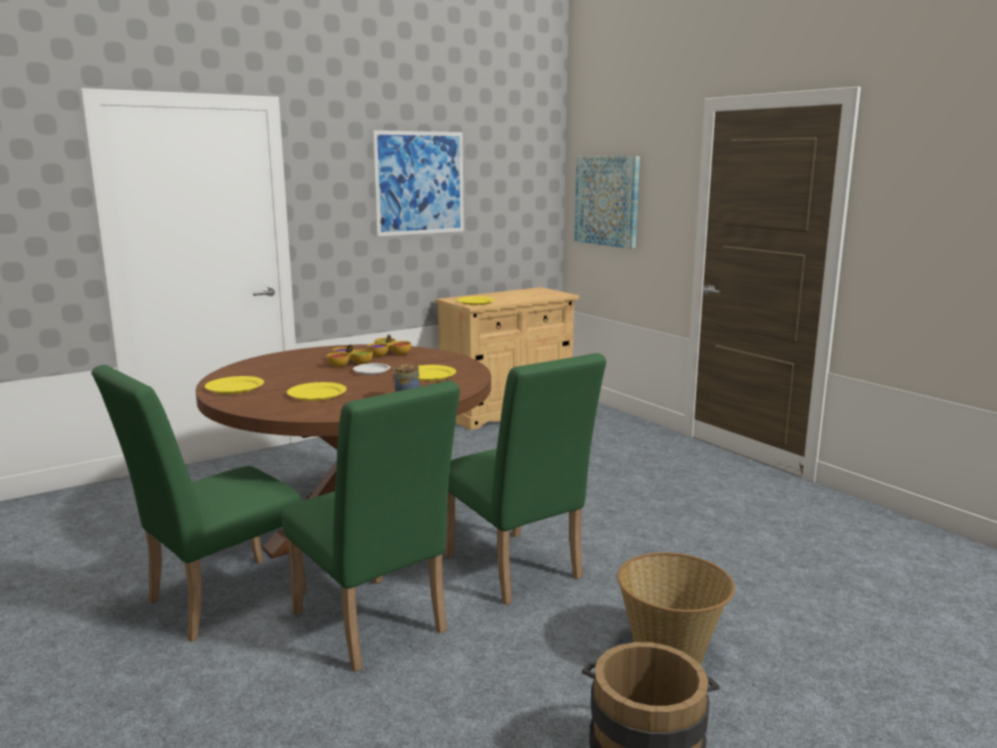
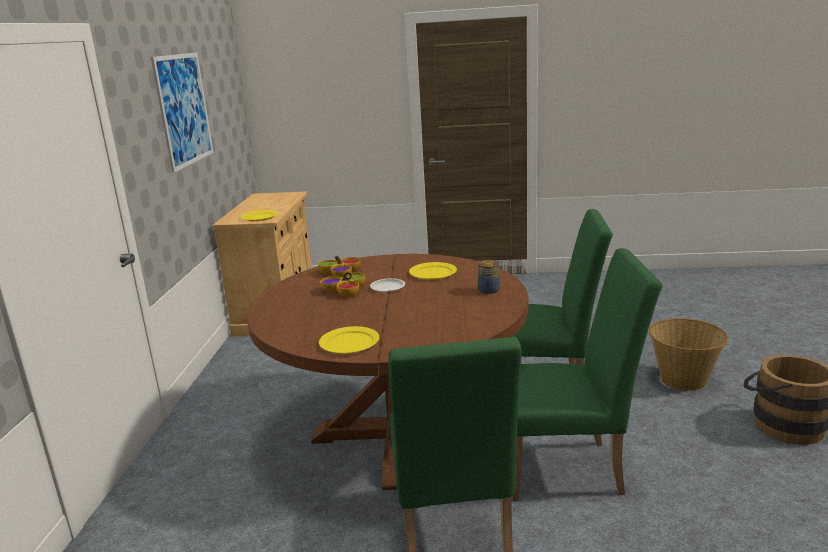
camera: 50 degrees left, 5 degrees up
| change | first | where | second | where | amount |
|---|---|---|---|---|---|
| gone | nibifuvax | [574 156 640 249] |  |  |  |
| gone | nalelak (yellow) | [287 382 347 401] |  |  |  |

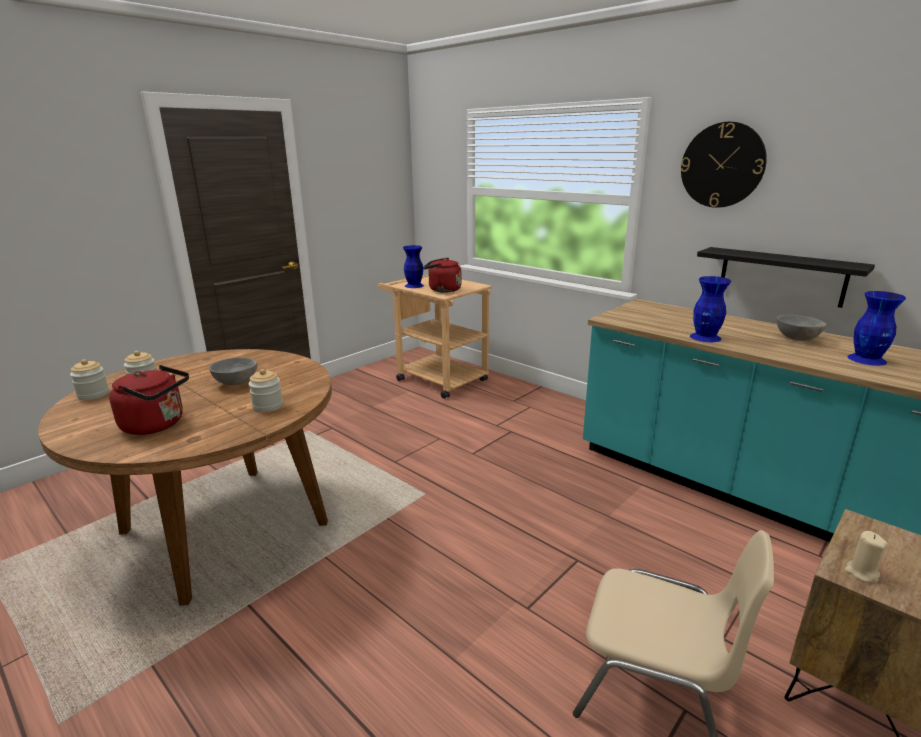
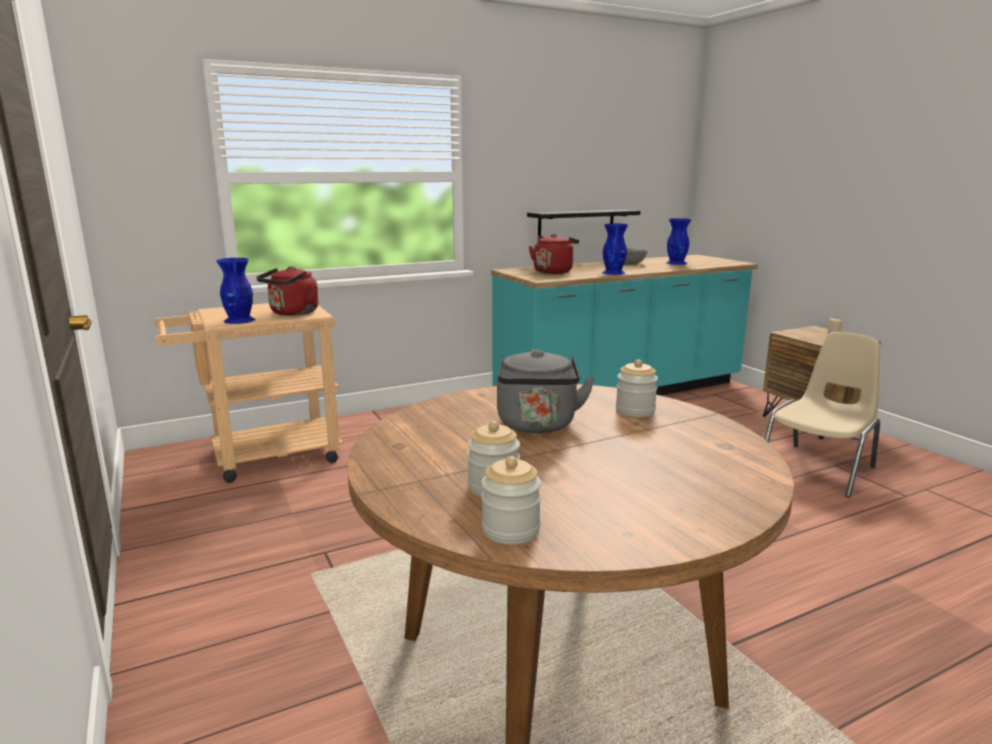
camera: 70 degrees left, 5 degrees down
| change | first | where | second | where | amount |
|---|---|---|---|---|---|
| gone | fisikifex | [681 122 767 208] |  |  |  |
| swapped | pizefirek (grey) | [209 357 257 385] | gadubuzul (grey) | [497 349 595 433] |  |
| shifted | gadubuzul (red) | [109 365 189 435] |  | [529 234 579 274] |  |

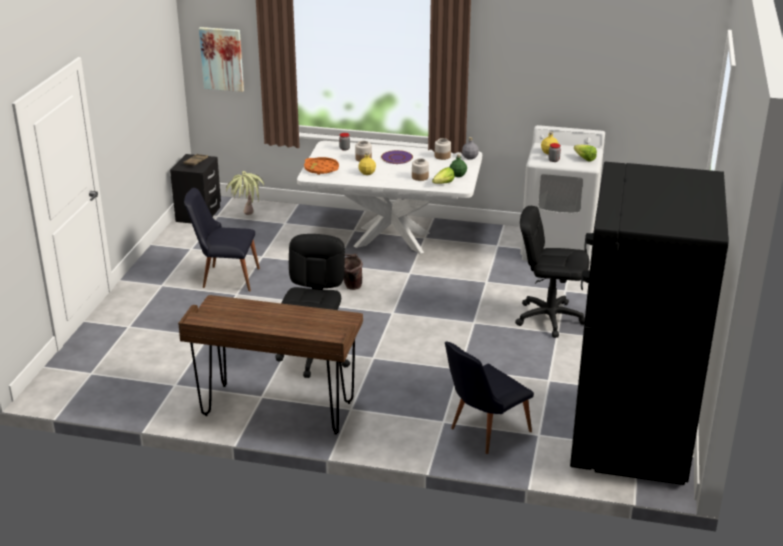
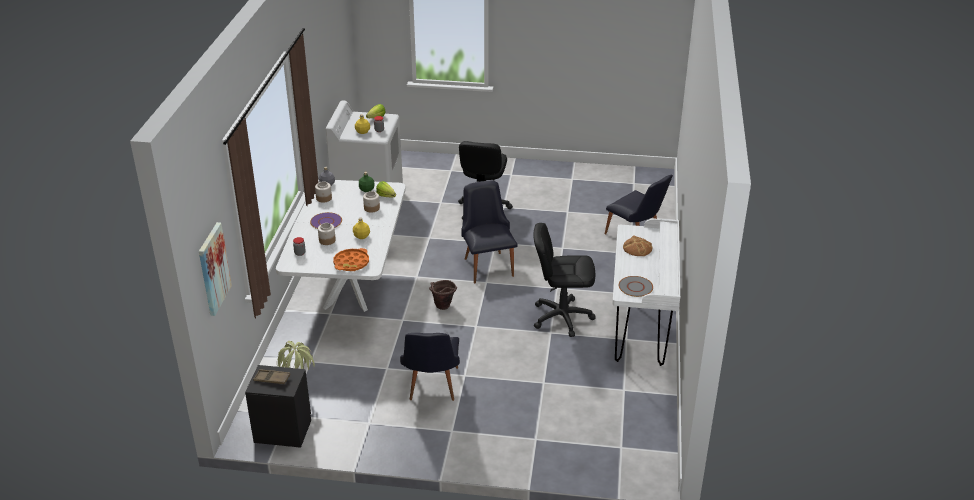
camera: 95 degrees left, 5 degrees up
| change | first | where | second | where | amount |
|---|---|---|---|---|---|
| gone | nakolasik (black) | [570 162 729 485] |  |  |  |
| repainted | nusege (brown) | [178 295 363 435] | nusege (white) | [612 219 680 366] |  |
| new |  |  | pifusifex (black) | [461 181 518 283] |  |
| new |  |  | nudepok | [623 235 653 256] |  |
| new |  |  | nalelak (grey) | [619 276 653 297] |  |

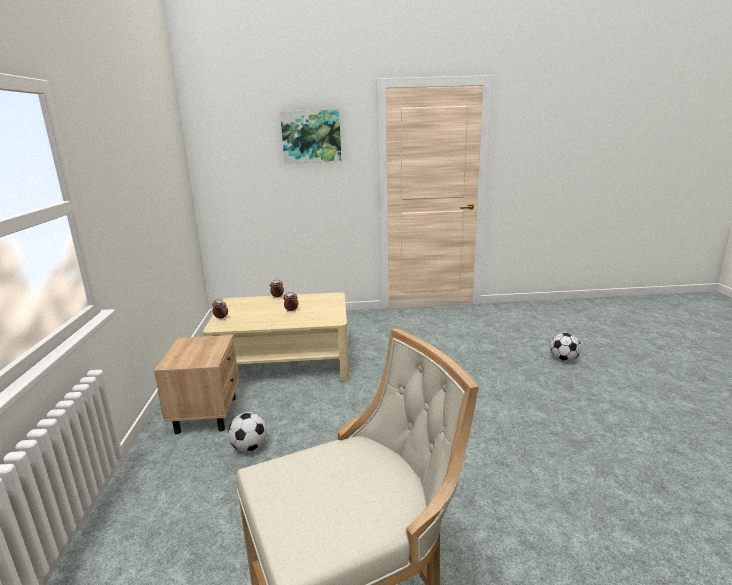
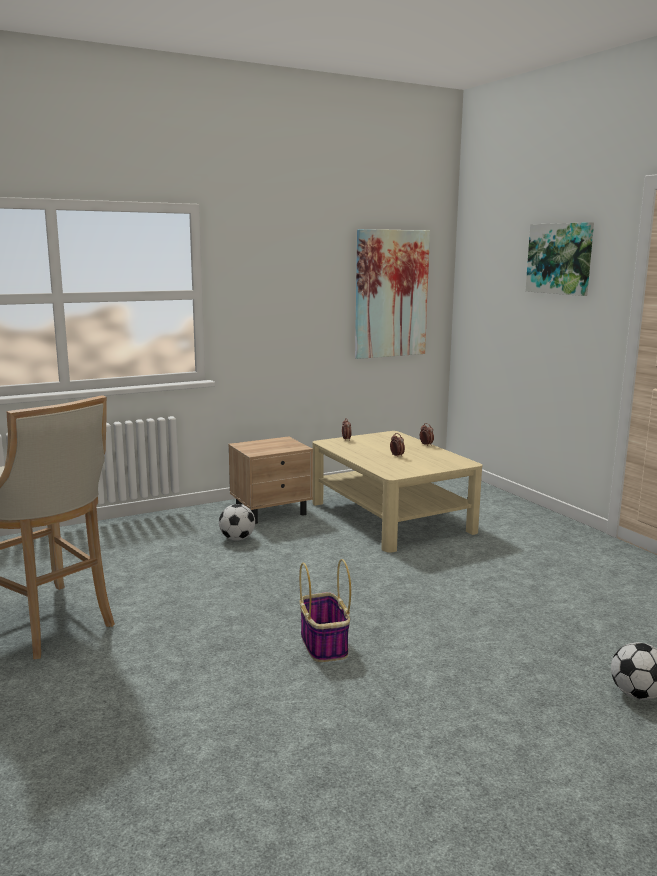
camera: 65 degrees right, 5 degrees down
| change | first | where | second | where | amount |
|---|---|---|---|---|---|
| new |  |  | nibifuvax | [355 229 430 359] |  |
| new |  |  | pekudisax | [299 559 351 662] |  |

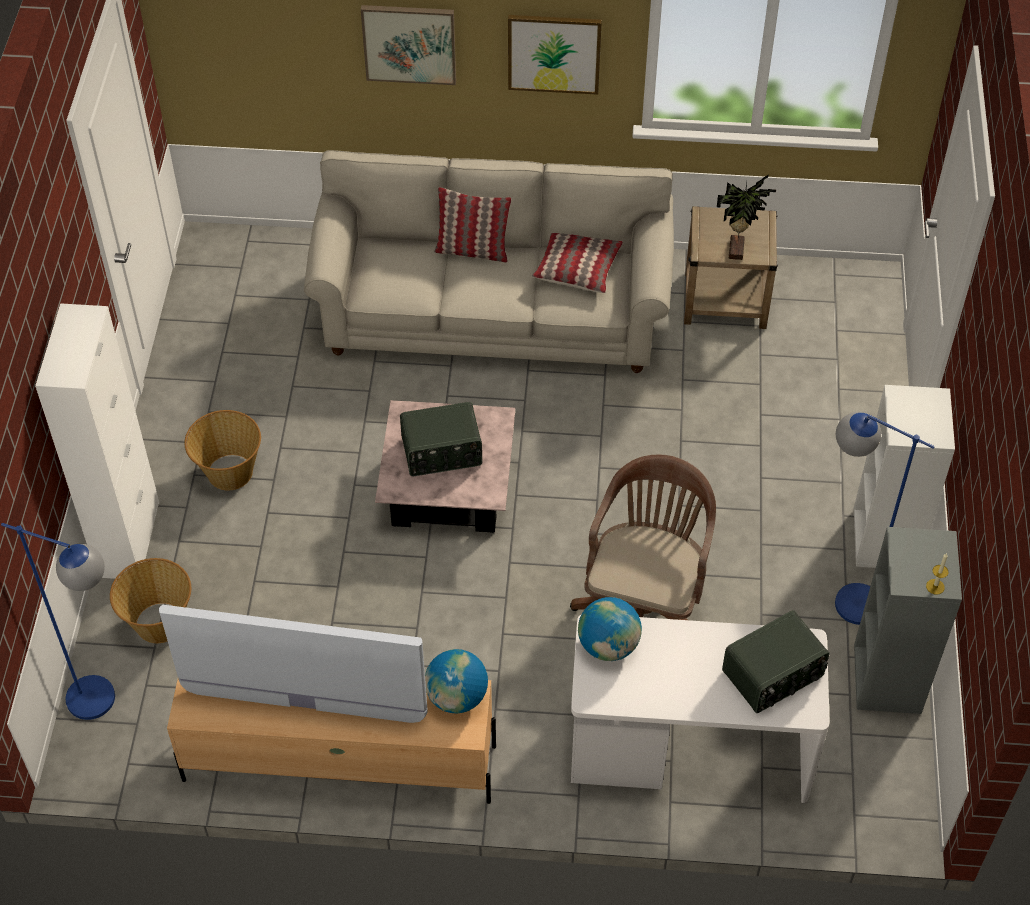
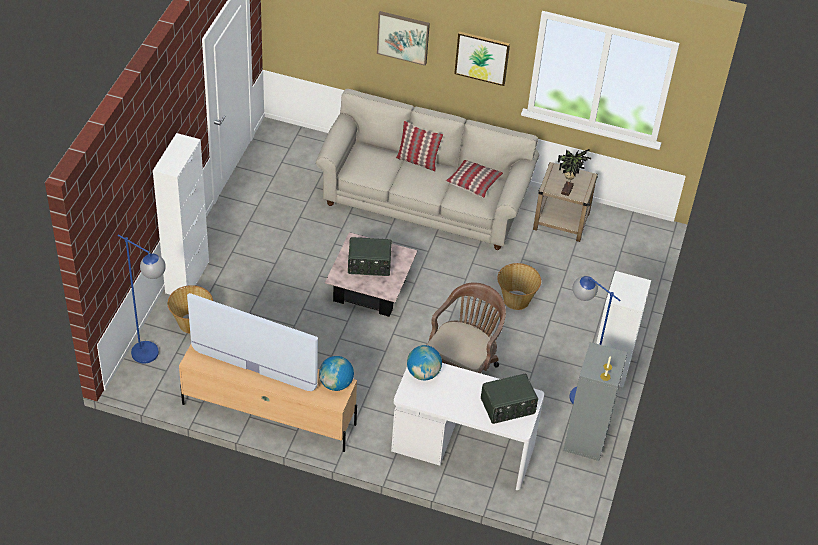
camera: 10 degrees right, 5 degrees down
| change | first | where | second | where | amount |
|---|---|---|---|---|---|
| shifted | pekudisax | [184 410 261 490] |  | [497 263 541 310] |  |

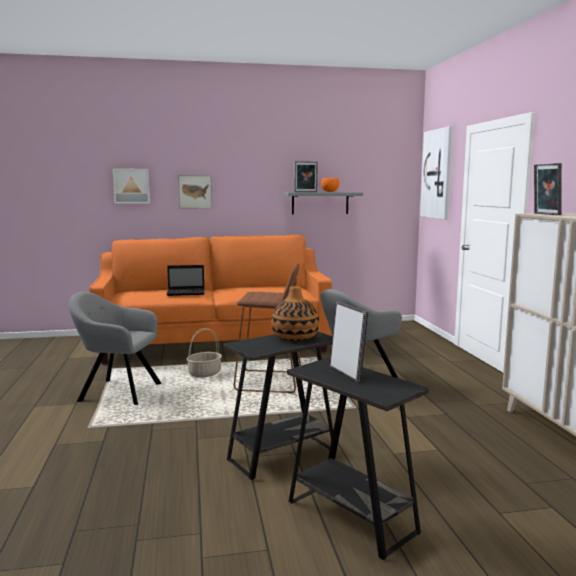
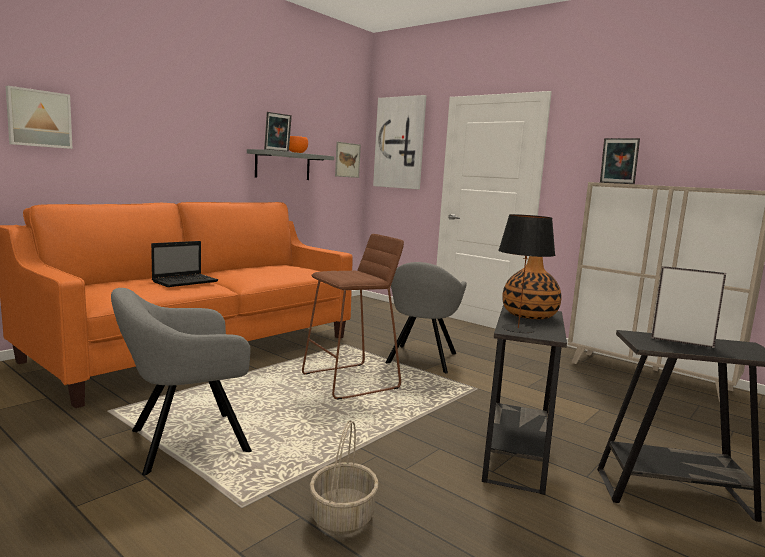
camera: 40 degrees left, 0 degrees up
| change | first | where | second | where | amount |
|---|---|---|---|---|---|
| shifted | nibifuvax | [178 175 212 209] |  | [335 142 361 178] |  |
| shifted | pekudisax | [187 328 222 377] |  | [310 420 379 535] |  |
| new |  |  | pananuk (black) | [498 214 555 333] |  |

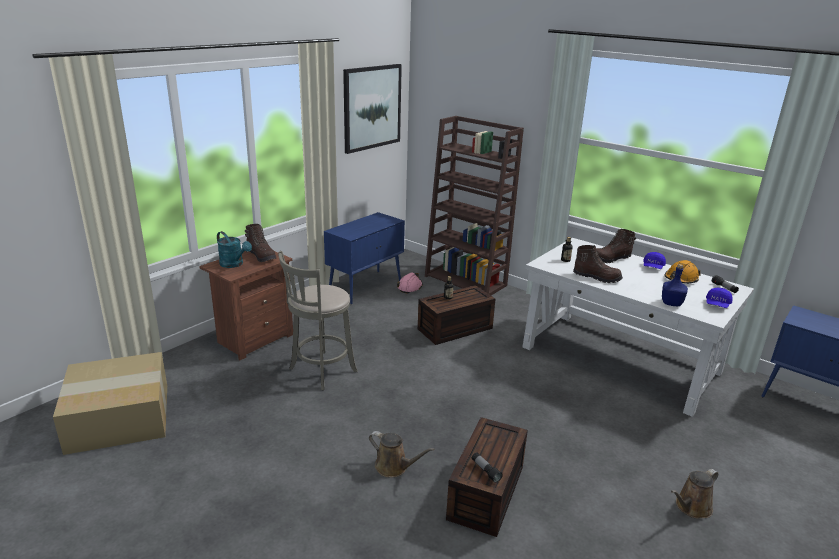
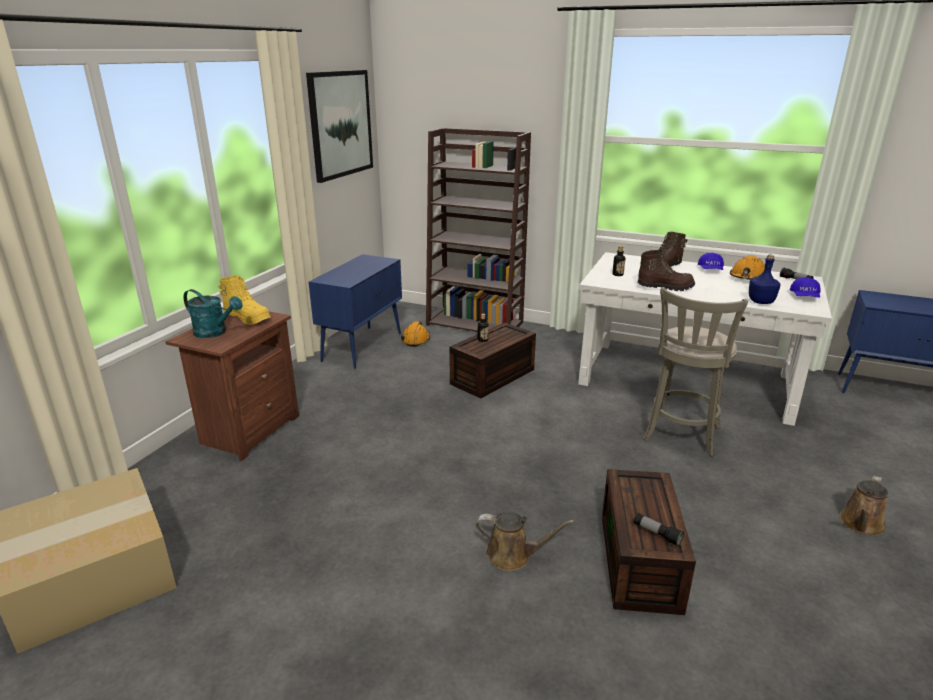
camera: 15 degrees left, 0 degrees up
| change | first | where | second | where | amount |
|---|---|---|---|---|---|
| repainted | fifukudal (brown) | [245 224 276 262] | fifukudal (yellow) | [218 276 271 325] |  |
| shifted | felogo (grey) | [278 251 358 390] |  | [643 287 748 456] |  |
| repainted | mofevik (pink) | [397 272 423 293] | mofevik (orange) | [401 321 430 347] |  |

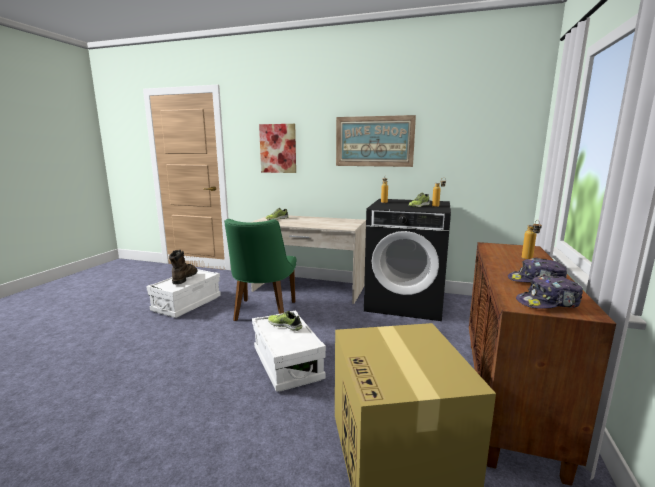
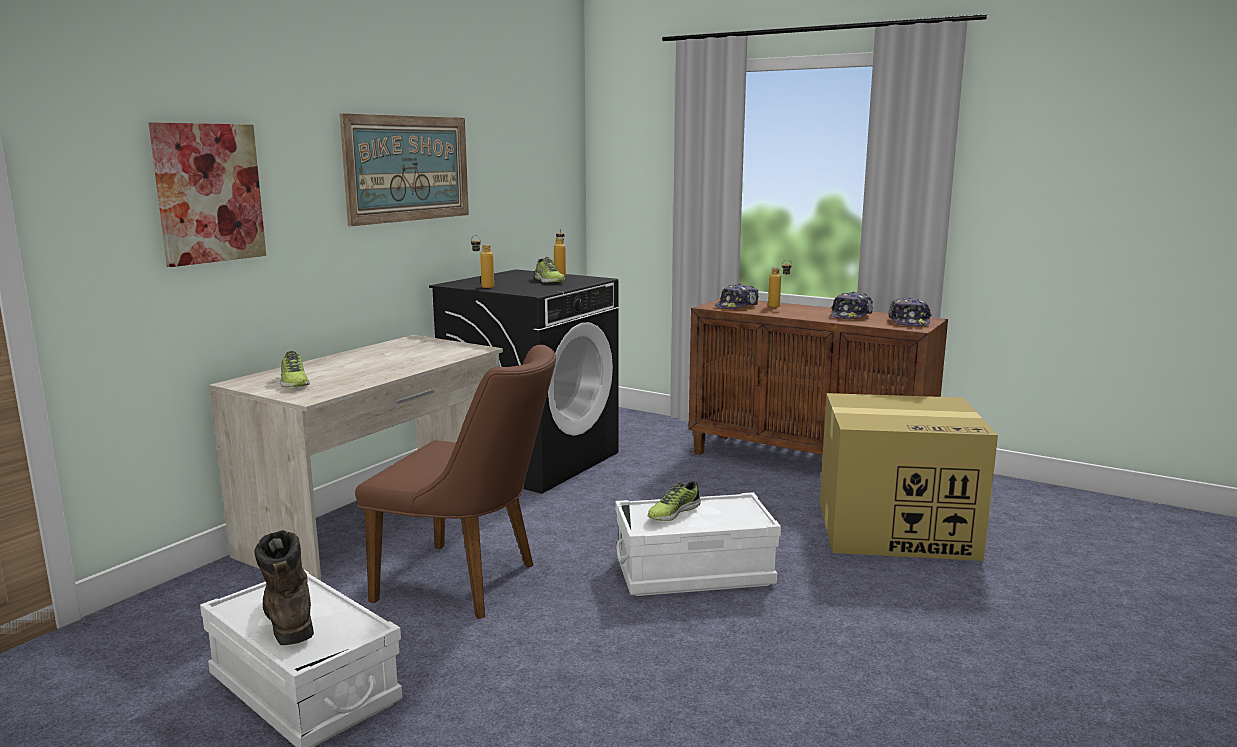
camera: 75 degrees left, 0 degrees up
| change | first | where | second | where | amount |
|---|---|---|---|---|---|
| repainted | pifusifex (green) | [224 219 296 321] | pifusifex (brown) | [355 345 556 619] |  |
| rotated | fifukudal (brown) | [169 250 198 284] |  | [255 530 314 645] | 45 degrees clockwise |
| new |  |  | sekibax | [715 284 759 309] |  |

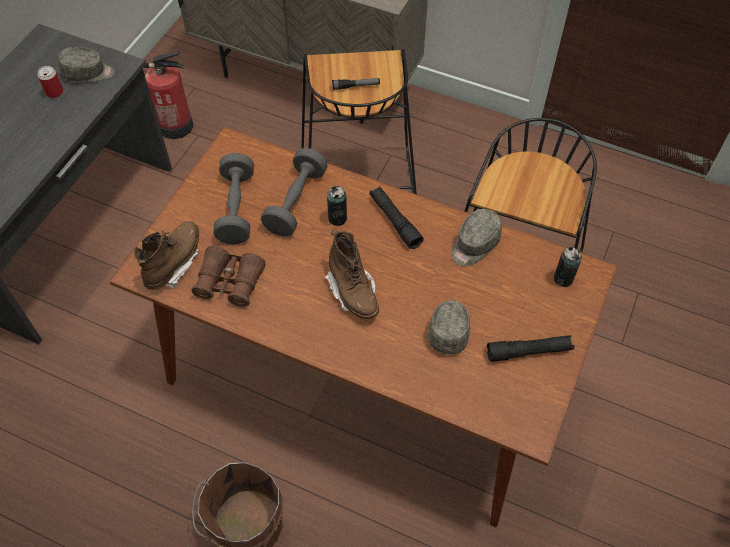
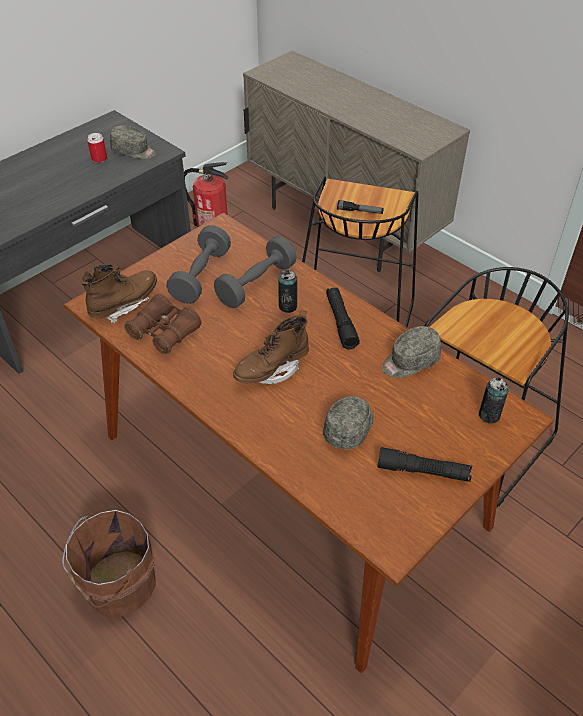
camera: 20 degrees right, 10 degrees down
| change | first | where | second | where | amount |
|---|---|---|---|---|---|
| rotated | fifukudal (brown) | [325 229 379 319] |  | [233 310 309 384] | 60 degrees clockwise |

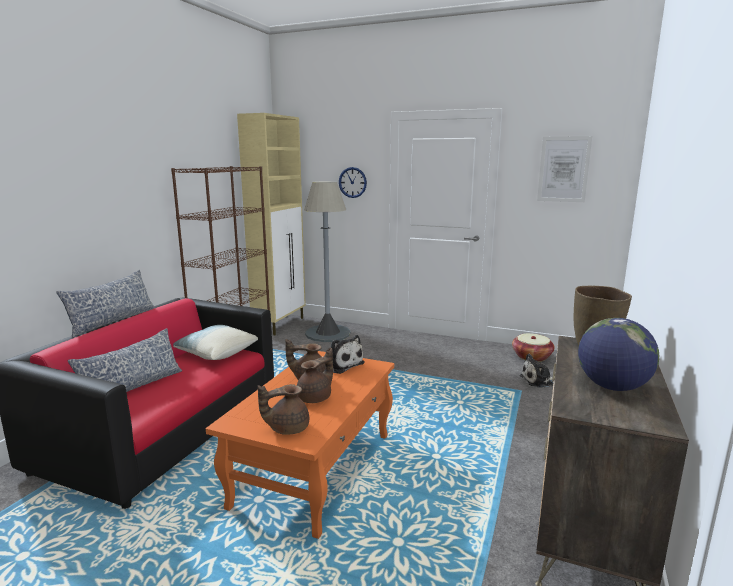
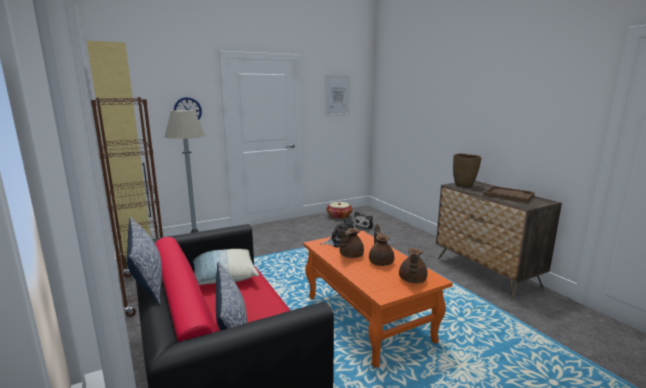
camera: 50 degrees left, 0 degrees up
| change | first | where | second | where | amount |
|---|---|---|---|---|---|
| swapped | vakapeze | [578 318 659 391] | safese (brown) | [483 186 535 203] |  |

